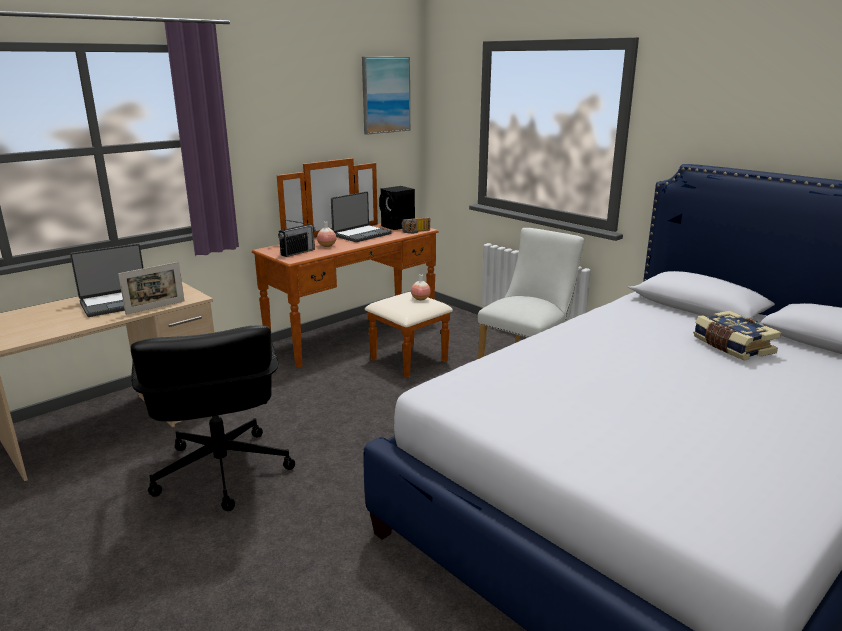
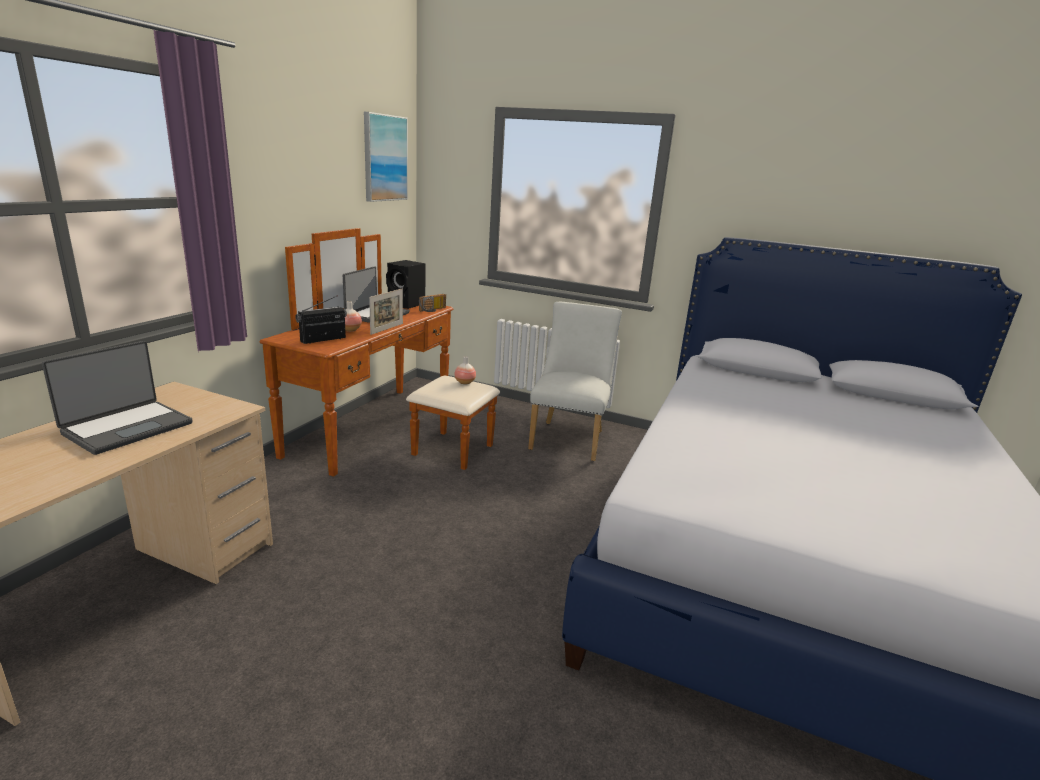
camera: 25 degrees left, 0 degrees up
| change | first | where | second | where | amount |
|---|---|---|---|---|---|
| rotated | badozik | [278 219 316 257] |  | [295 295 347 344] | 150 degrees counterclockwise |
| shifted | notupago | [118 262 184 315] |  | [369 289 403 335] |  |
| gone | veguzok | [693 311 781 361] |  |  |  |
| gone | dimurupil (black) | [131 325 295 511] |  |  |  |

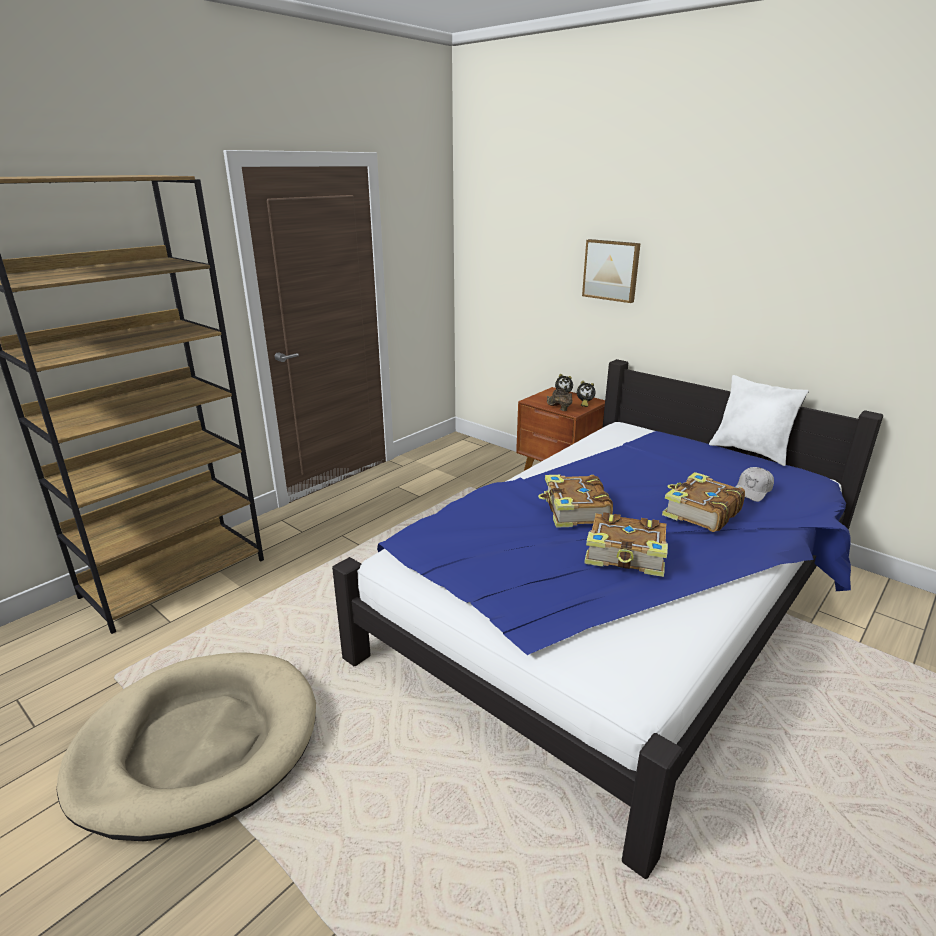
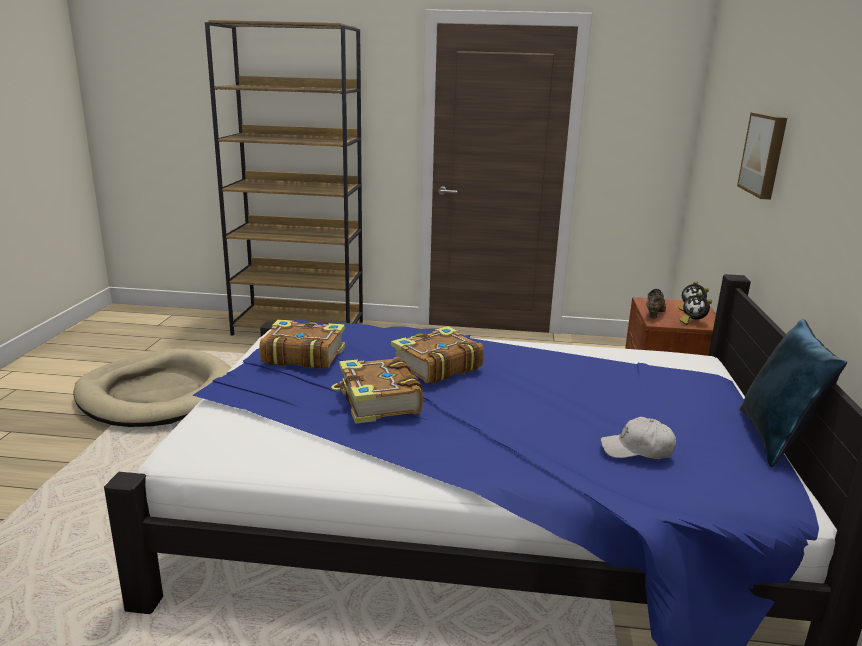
camera: 55 degrees right, 5 degrees down
| change | first | where | second | where | amount |
|---|---|---|---|---|---|
| repainted | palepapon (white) | [709 375 809 466] | palepapon (blue) | [740 319 847 468] |  |
| shifted | veguzok | [662 472 745 532] |  | [260 319 345 369] |  |

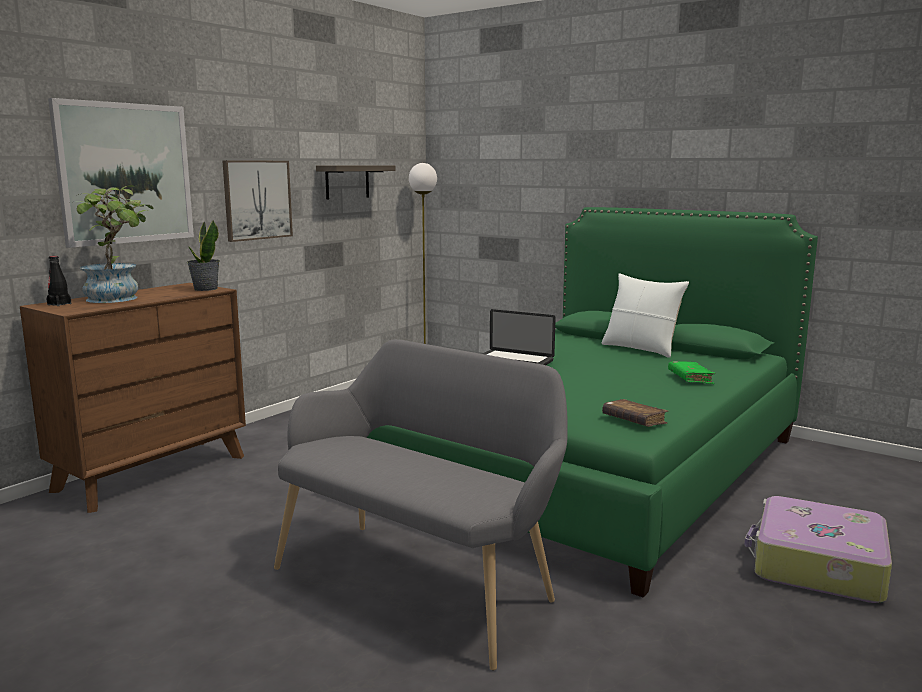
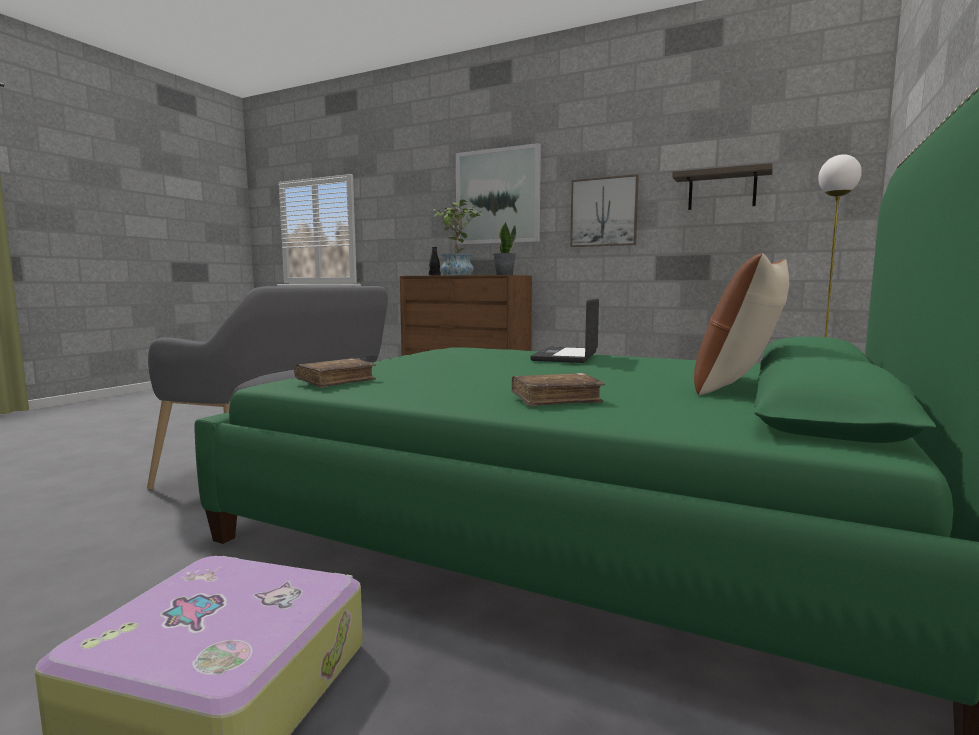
camera: 80 degrees right, 5 degrees down
| change | first | where | second | where | amount |
|---|---|---|---|---|---|
| repainted | palepapon (white) | [602 273 689 358] | palepapon (brown) | [694 253 789 395] |  |
| repainted | veguzok (green) | [668 361 715 384] | veguzok (brown) | [511 373 605 406] |  |

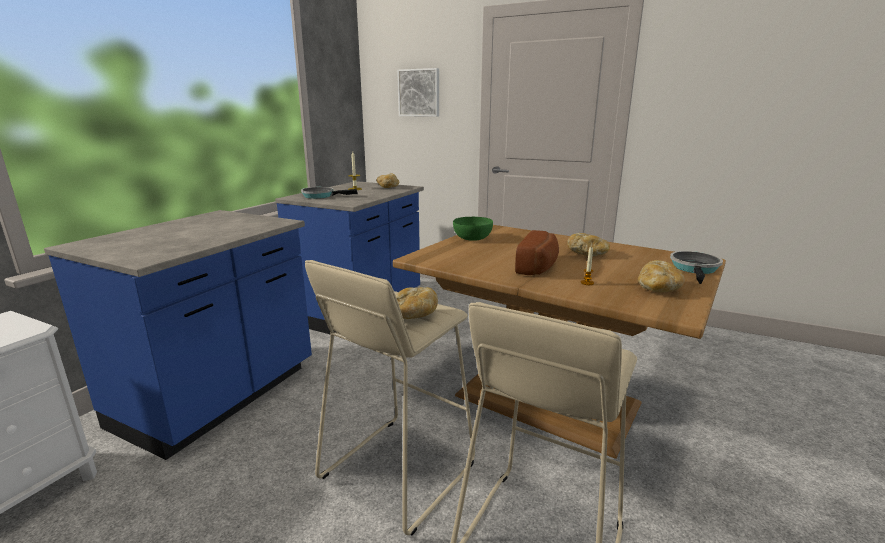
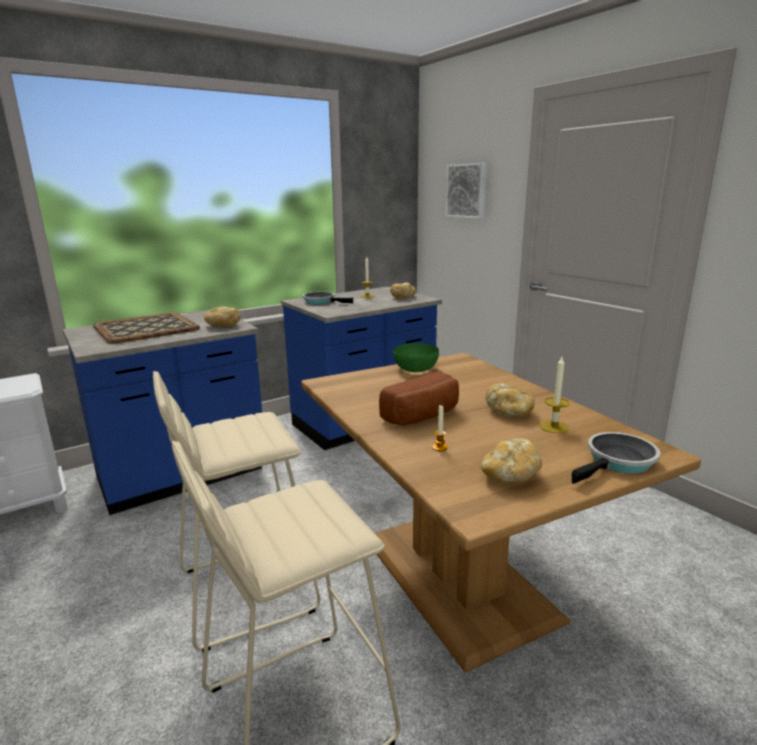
camera: 30 degrees right, 0 degrees up
| change | first | where | second | where | amount |
|---|---|---|---|---|---|
| shifted | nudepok | [396 287 438 319] |  | [204 307 240 327] |  |
| new |  |  | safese | [93 312 200 343] |  |
| new |  |  | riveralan | [540 357 570 433] |  |

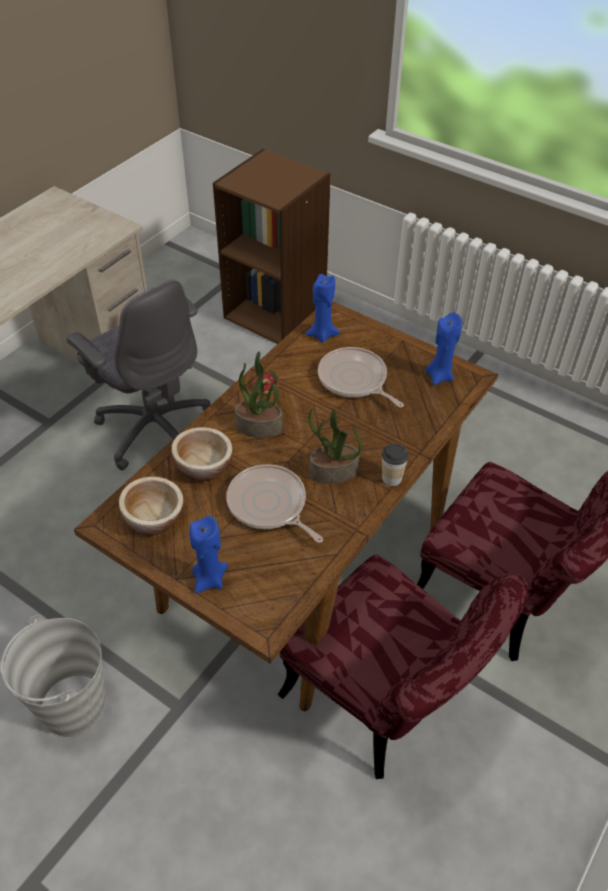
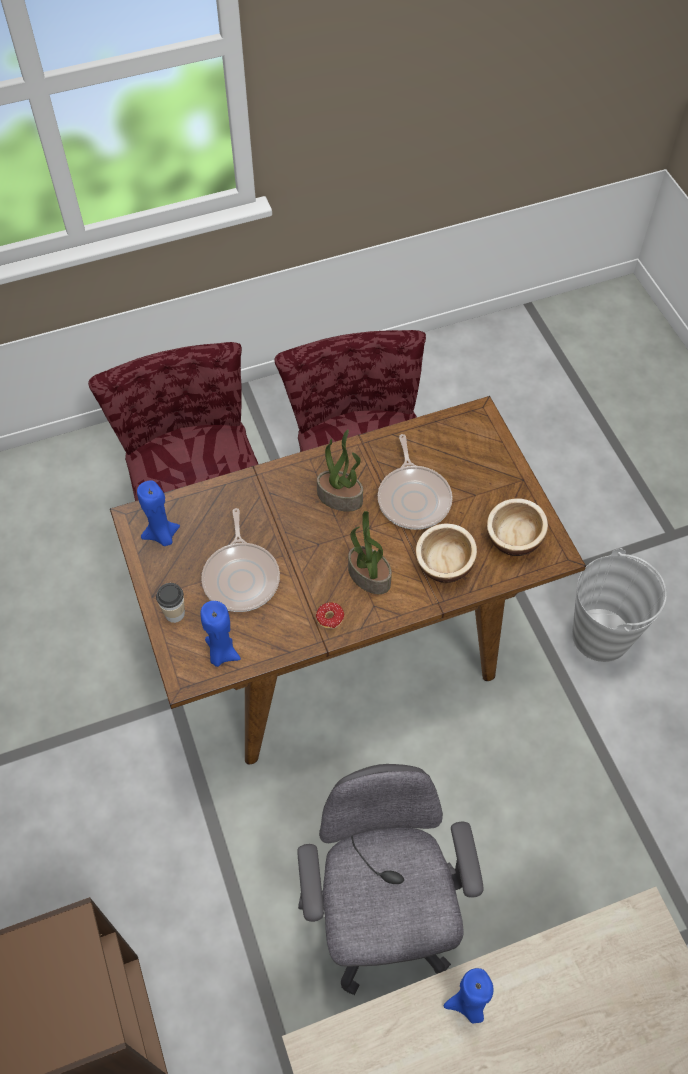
camera: 145 degrees left, 10 degrees up
| change | first | where | second | where | amount |
|---|---|---|---|---|---|
| shifted | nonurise | [382 444 409 486] |  | [156 583 185 623] |  |
| shifted | riveralan (blue) | [189 516 228 593] |  | [444 968 494 1024] |  |

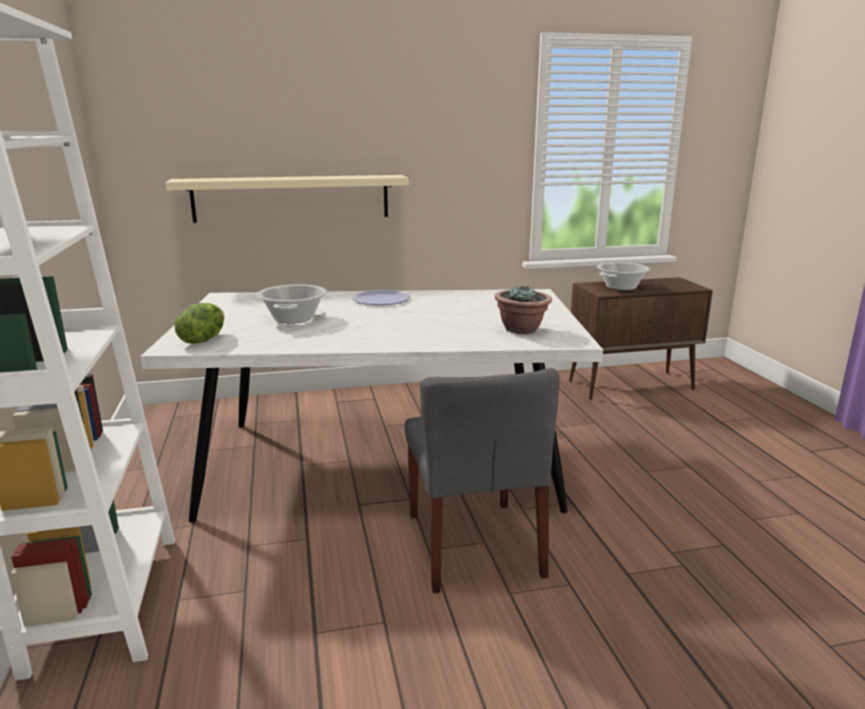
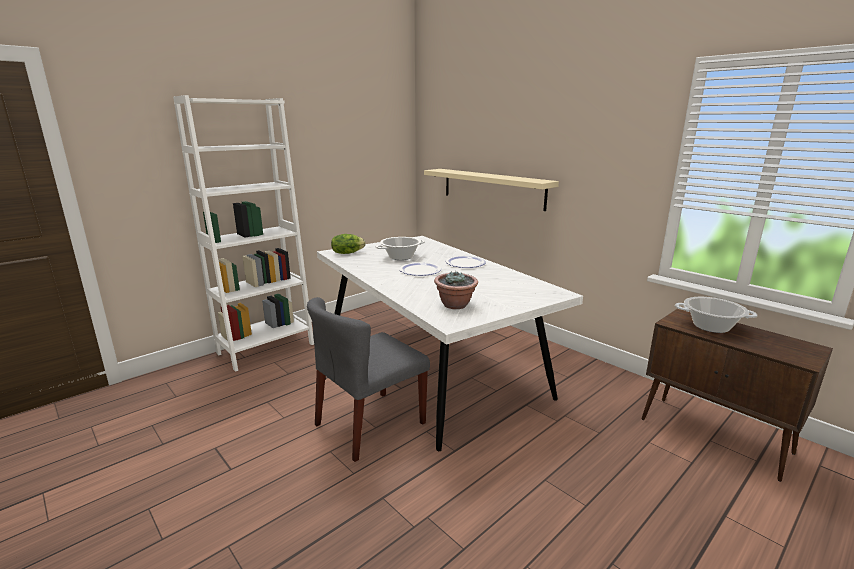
camera: 60 degrees right, 0 degrees up
| change | first | where | second | where | amount |
|---|---|---|---|---|---|
| new |  |  | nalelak | [399 262 441 276] |  |

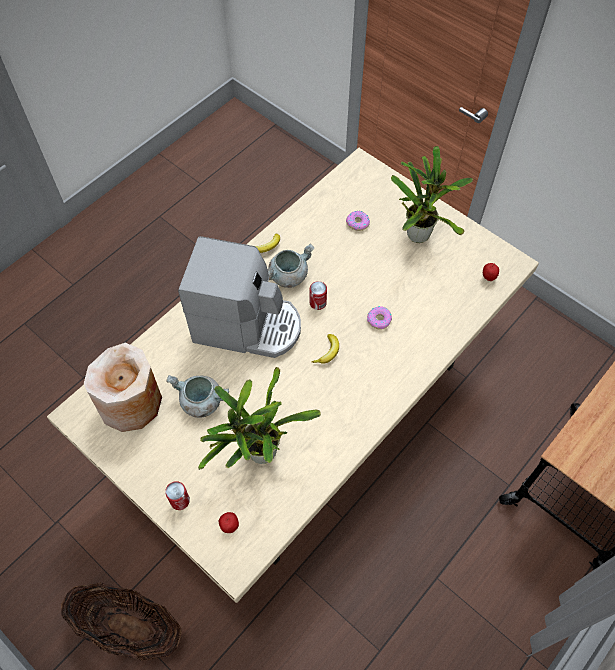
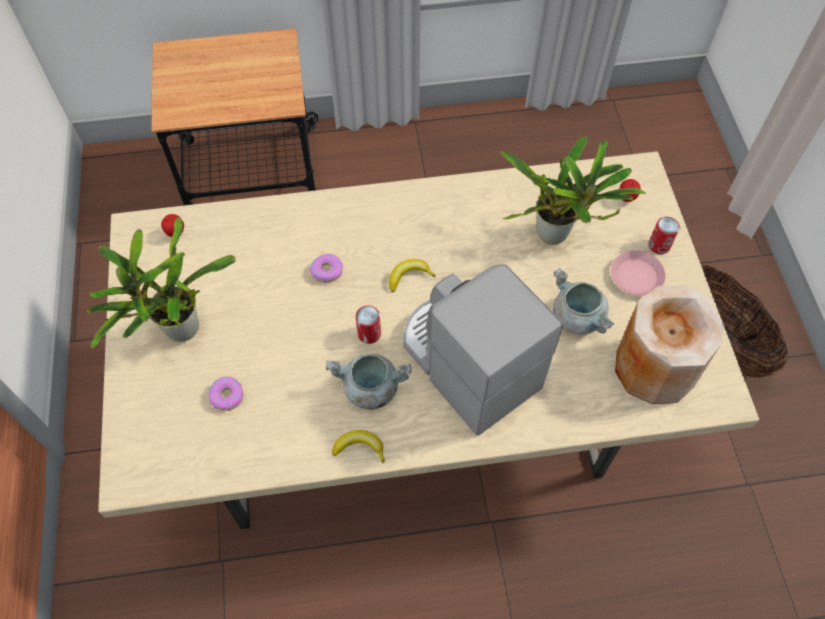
camera: 140 degrees left, 0 degrees up
| change | first | where | second | where | amount |
|---|---|---|---|---|---|
| new |  |  | nalelak (pink) | [611 250 666 296] |  |

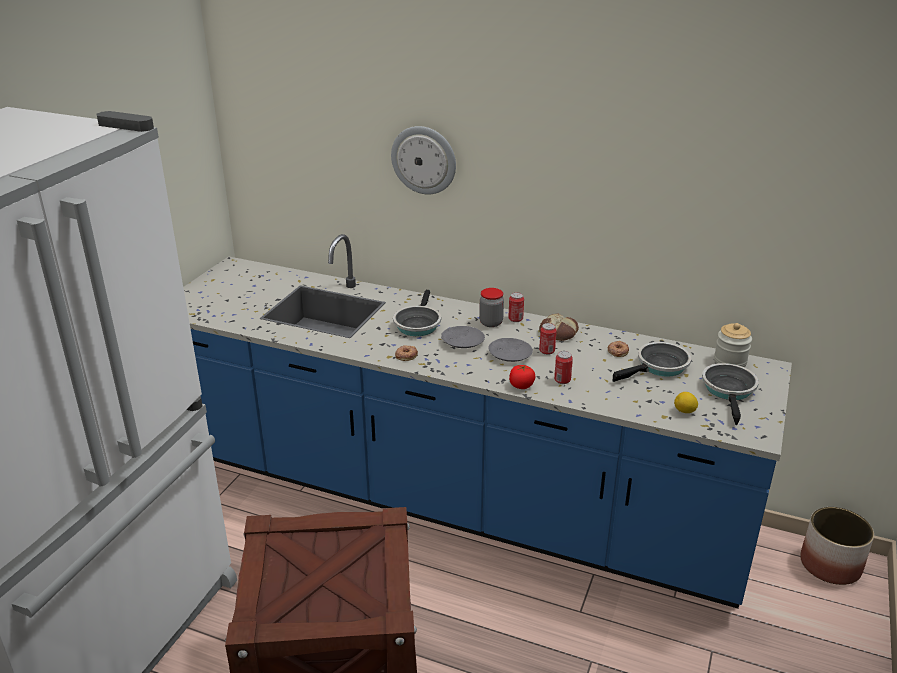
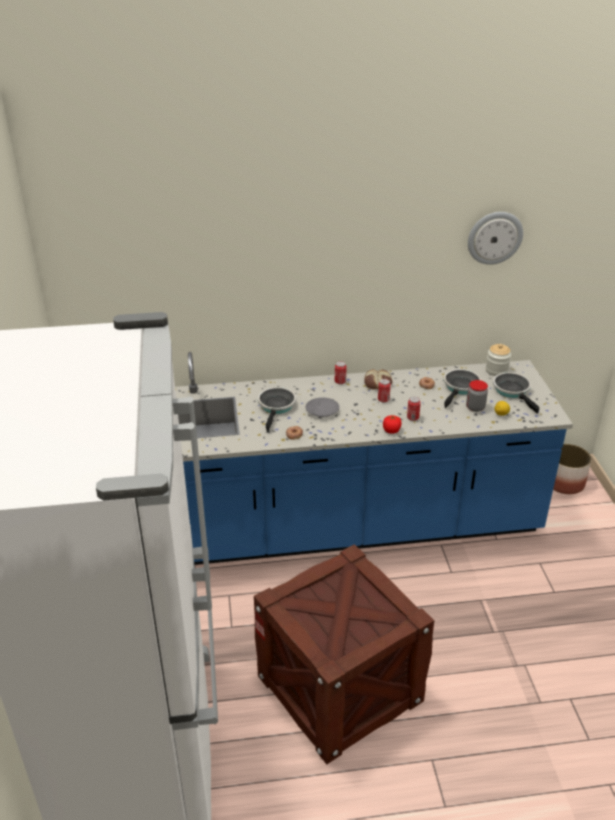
camera: 30 degrees left, 5 degrees up
| change | first | where | second | where | amount |
|---|---|---|---|---|---|
| shifted | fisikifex | [391 126 456 194] |  | [468 212 523 265] |  |
| shifted | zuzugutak | [479 288 504 327] |  | [466 380 488 412] |  |
| rotated | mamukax | [393 290 441 336] |  | [258 387 296 432] | 150 degrees counterclockwise |
| gone | nalelak (grey) | [488 338 533 362] |  |  |  |

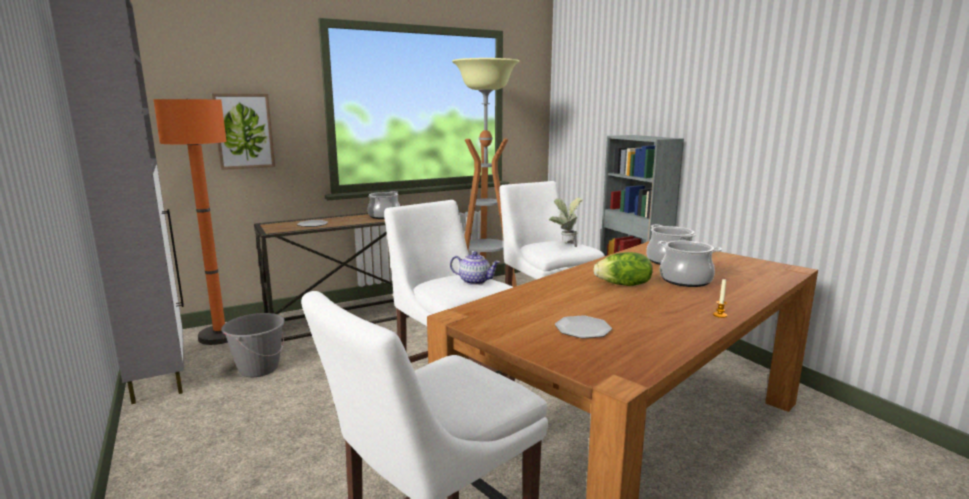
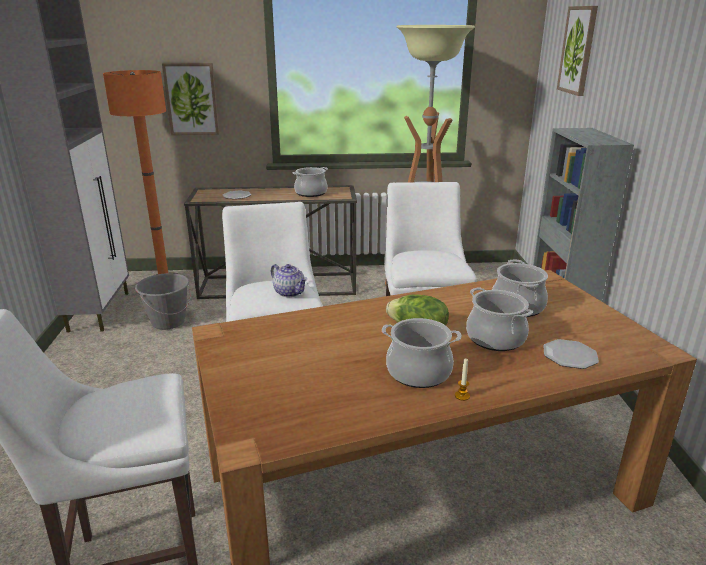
camera: 25 degrees right, 10 degrees up
| change | first | where | second | where | amount |
|---|---|---|---|---|---|
| gone | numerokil | [549 197 583 247] |  |  |  |
| shifted | nalelak | [555 315 612 339] |  | [543 339 599 369] |  |
| new |  |  | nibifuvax | [557 6 598 96] |  |
| new |  |  | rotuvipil | [382 318 462 388] |  |

